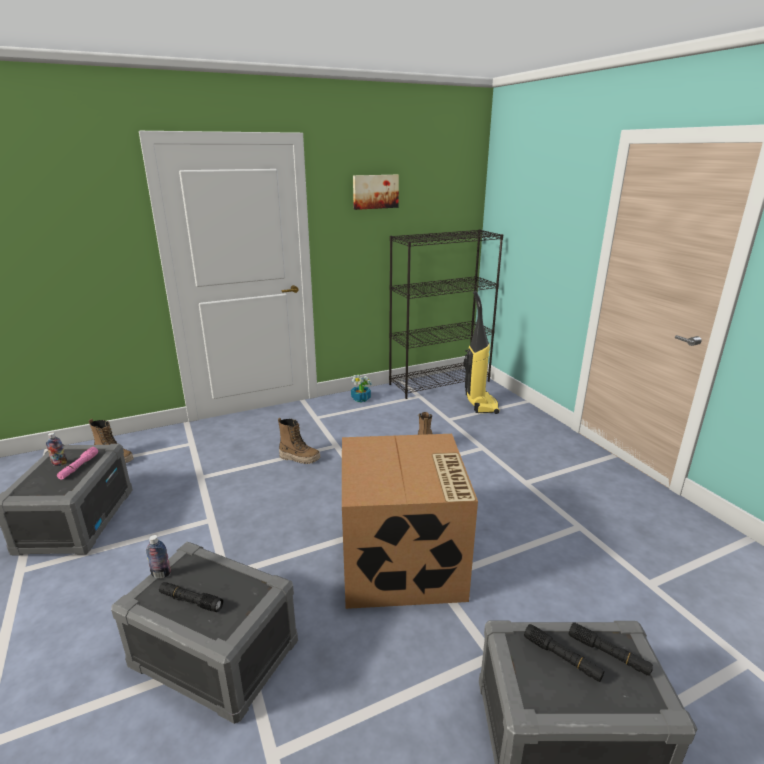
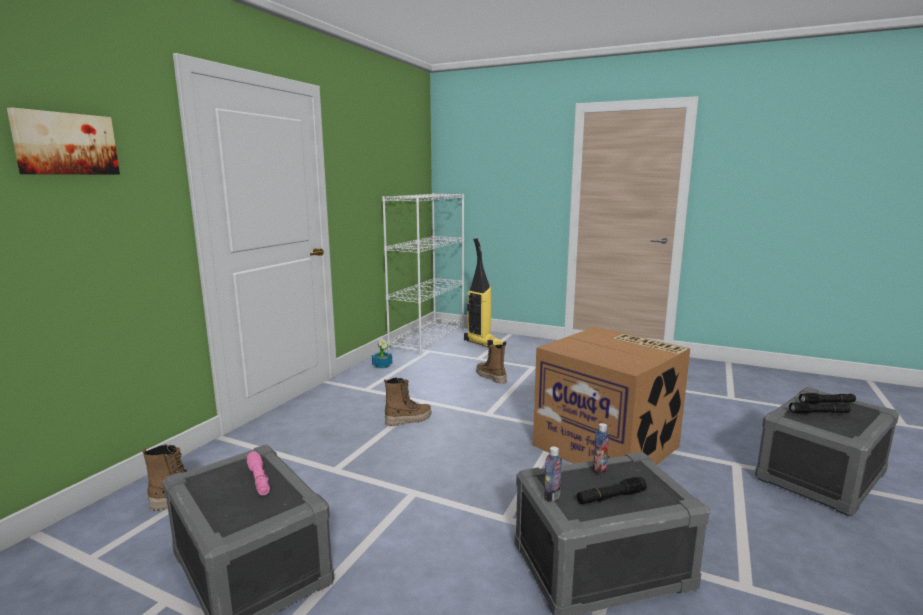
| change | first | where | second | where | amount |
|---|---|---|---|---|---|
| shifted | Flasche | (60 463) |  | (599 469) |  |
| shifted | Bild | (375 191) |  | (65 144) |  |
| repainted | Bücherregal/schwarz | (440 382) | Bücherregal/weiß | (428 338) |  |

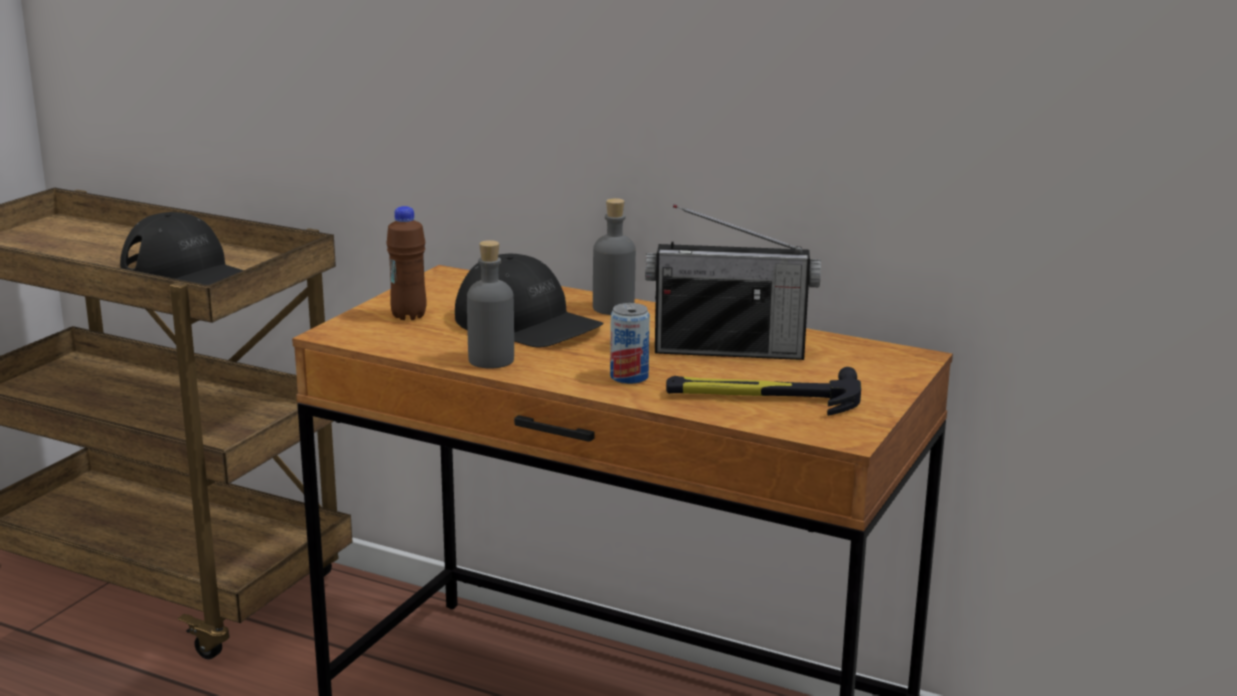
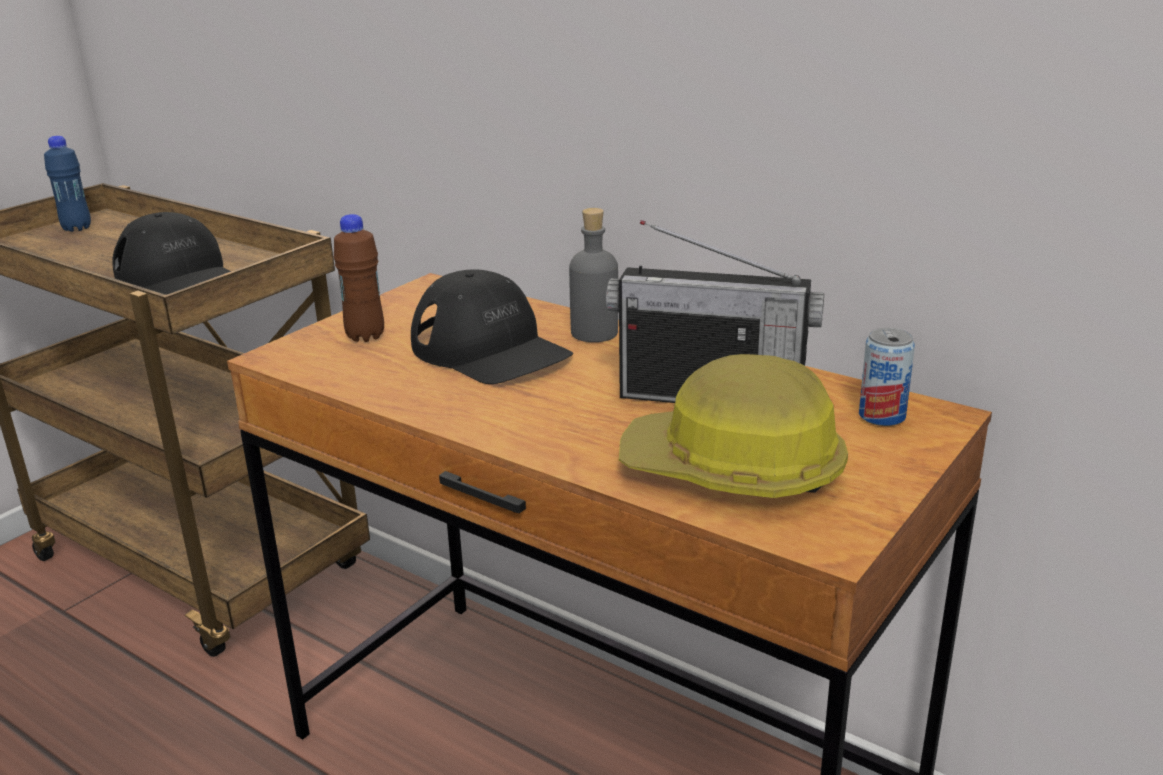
| change | first | where | second | where | amount |
|---|---|---|---|---|---|
| gone | Flasche/grau | (491 360) |  |  |  |
| shifted | Dose | (629 377) |  | (882 416) |  |
| swapped | Hammer | (762 397) | Schutzhelm | (733 470) |  |
| new |  |  | Flasche/blau | (77 228) |  |

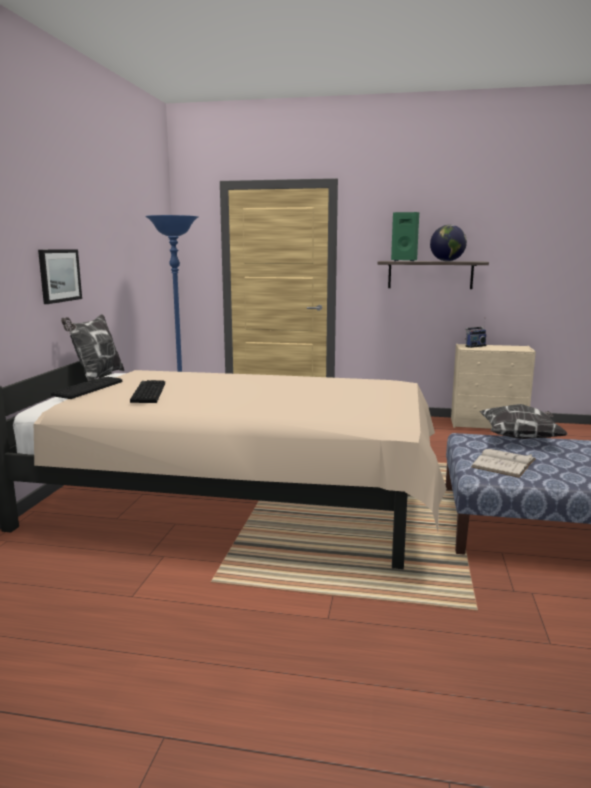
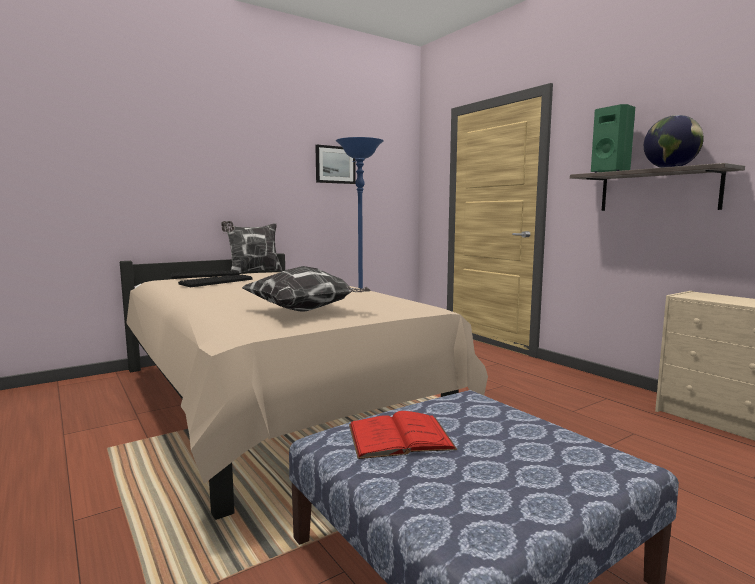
| change | first | where | second | where | amount |
|---|---|---|---|---|---|
| shifted | Bild | (59 275) |  | (335 165) |  |
| gone | Radio | (474 346) |  |  |  |
| repainted | Buch/weiß | (503 463) | Buch/rot | (400 437) |  |
| shifted | Kissen | (520 438) |  | (306 311) |  |

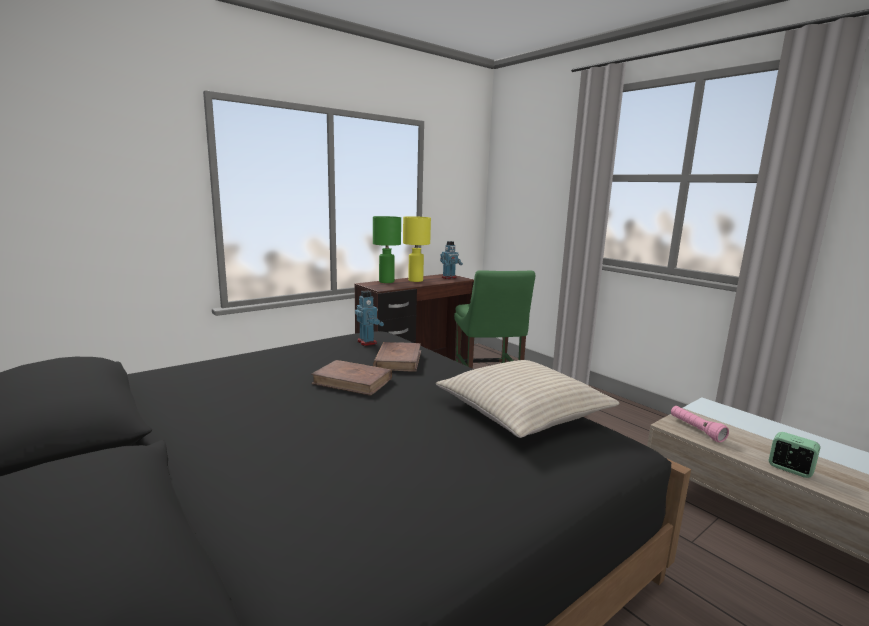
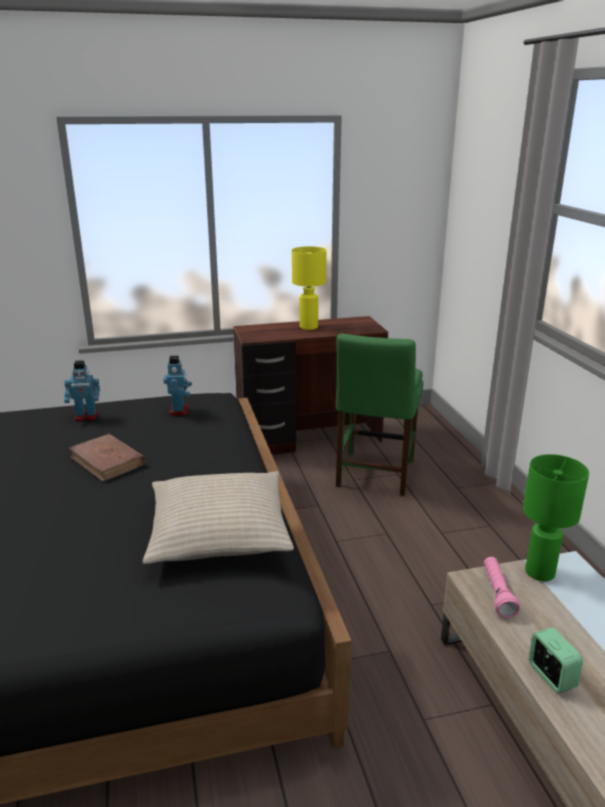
| change | first | where | second | where | amount |
|---|---|---|---|---|---|
| shifted | Tischlampe/grün | (386 282) |  | (540 573) |  |
| gone | Buch/braun | (398 360) |  |  |  |
| shifted | Spielzeugroboter | (449 278) |  | (86 417) |  |

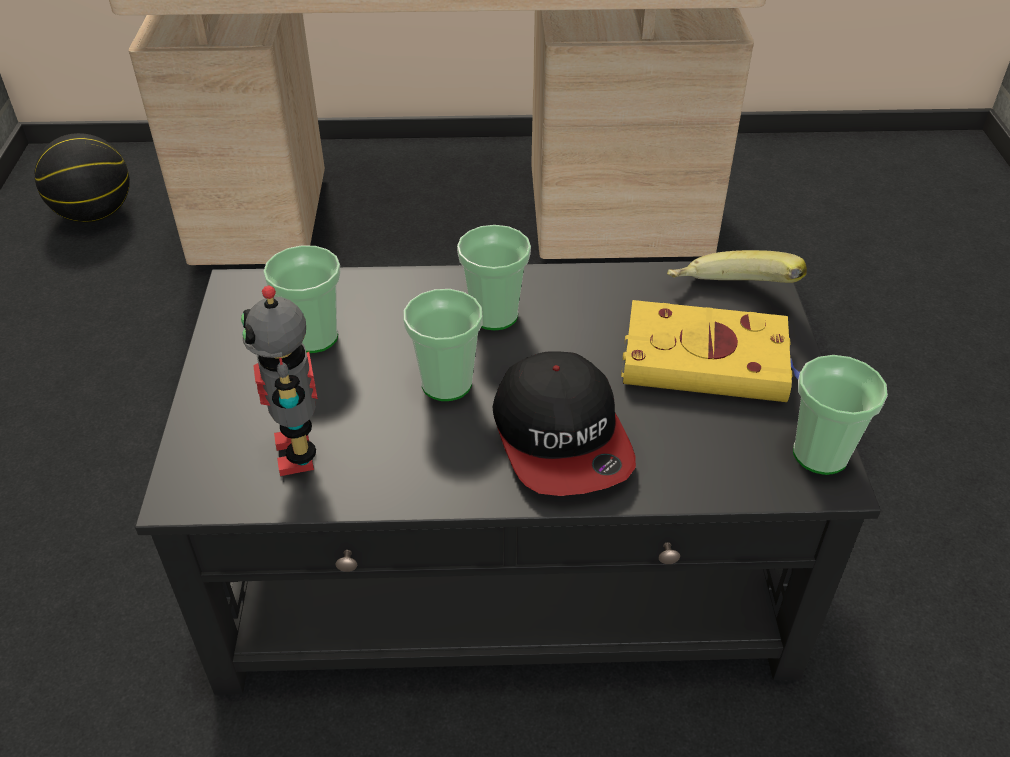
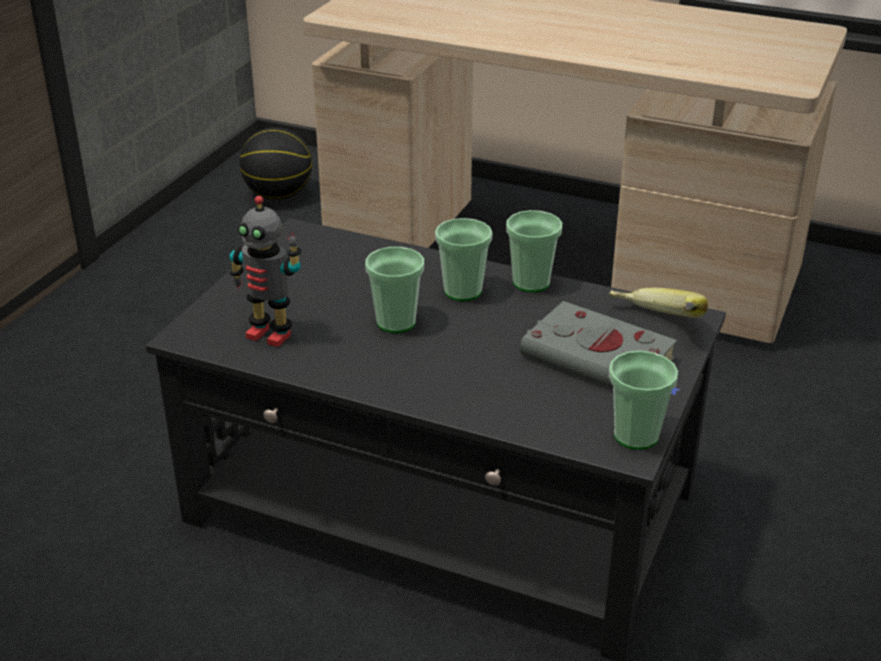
| change | first | where | second | where | amount |
|---|---|---|---|---|---|
| rotated | Spielzeugroboter | (300 453) |  | (270 334) | 75 degrees counterclockwise |
| shifted | Tasse | (313 337) |  | (531 282) |  |
| gone | Kappe | (562 437) |  |  |  |
| repainted | Buch/gelb | (710 361) | Buch/grau | (602 359) |  |

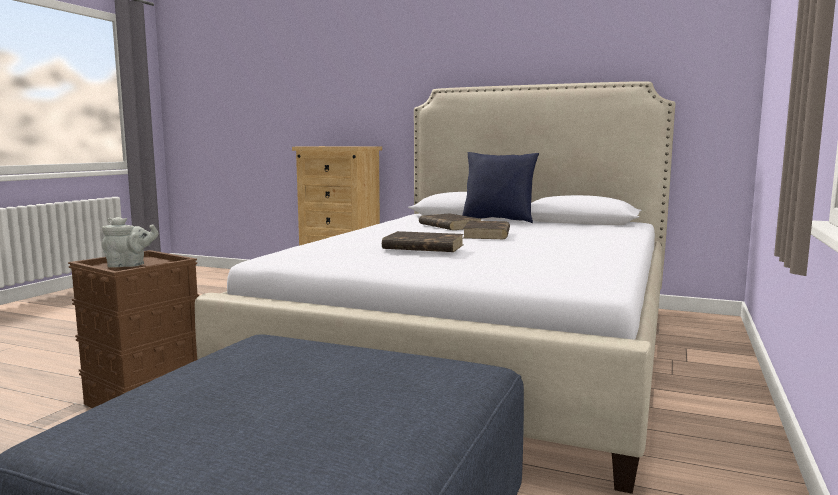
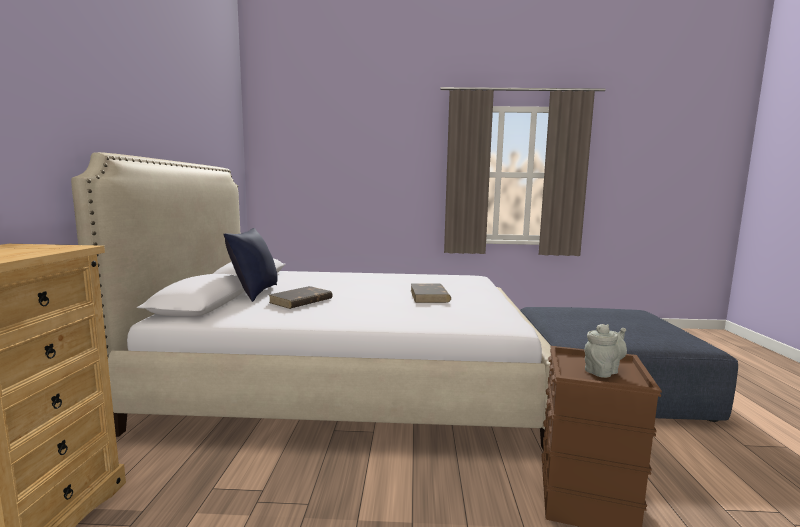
| change | first | where | second | where | amount |
|---|---|---|---|---|---|
| rotated | Teekanne/grau | (129 265) |  | (603 371) | 90 degrees clockwise |
| gone | Buch/braun | (487 234) |  |  |  |

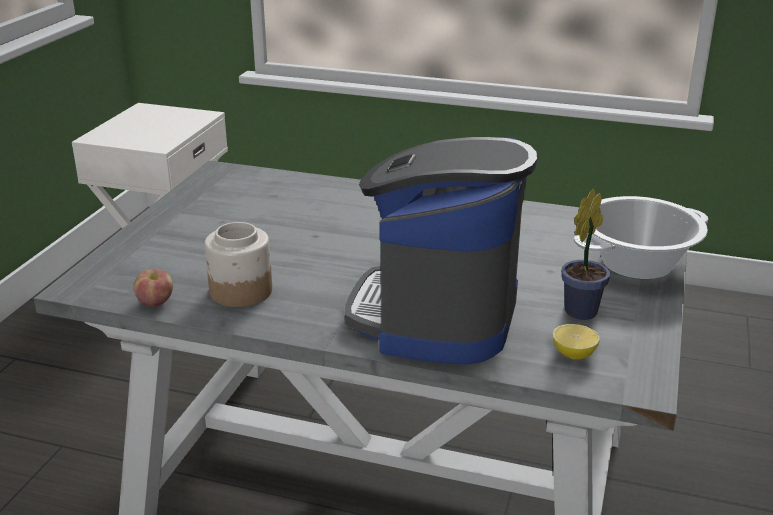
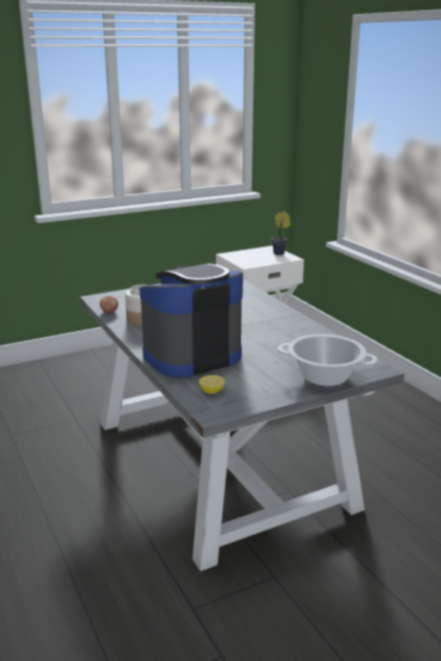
| change | first | where | second | where | amount |
|---|---|---|---|---|---|
| shifted | Topfpflanze | (583 310) |  | (280 253) |  |

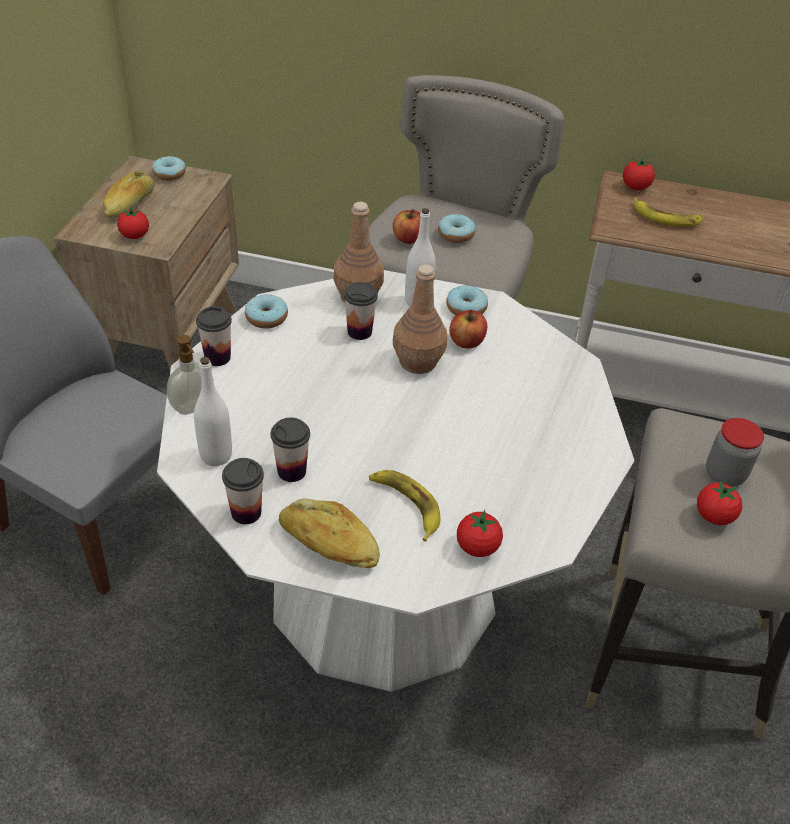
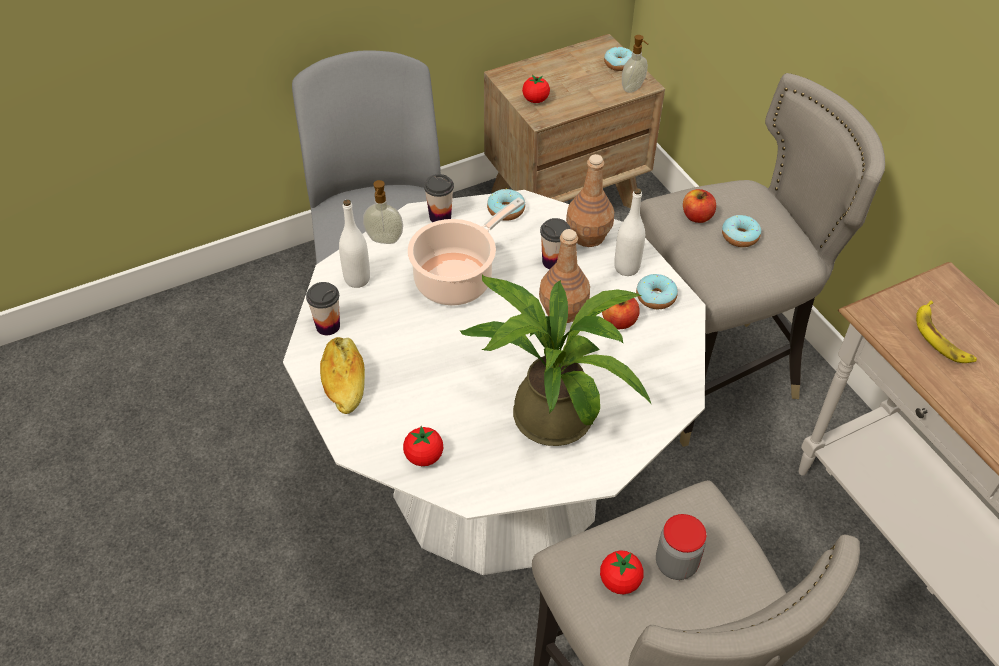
| change | first | where | second | where | amount |
|---|---|---|---|---|---|
| gone | Brot | (130 205) |  |  |  |
| gone | Tasse | (291 471) |  |  |  |
| gone | Banane | (406 505) |  |  |  |
| gone | Tomate | (635 187) |  |  |  |
| new |  |  | Kochtopf | (457 278) |  |
| new |  |  | Topfpflanze | (547 409) |  |
| new |  |  | Seifenspender | (633 88) |  |

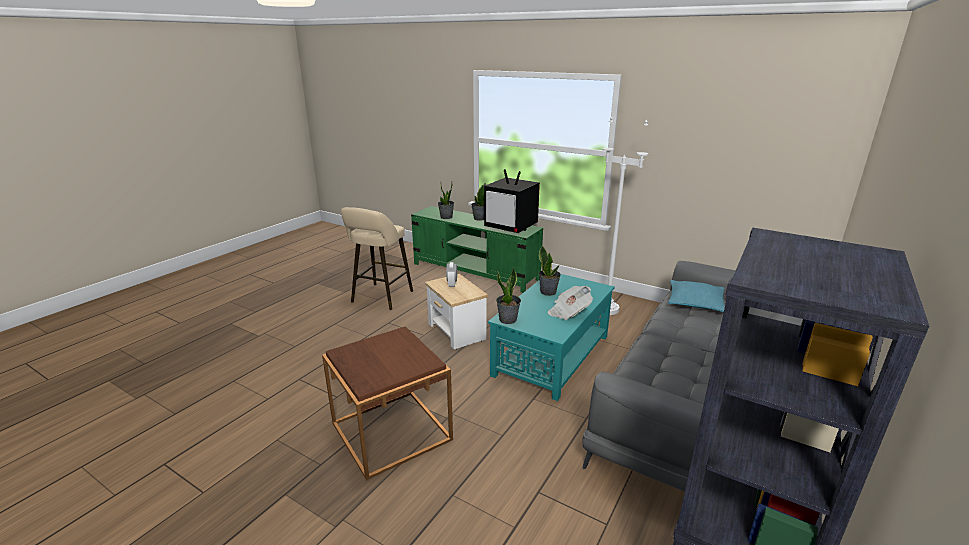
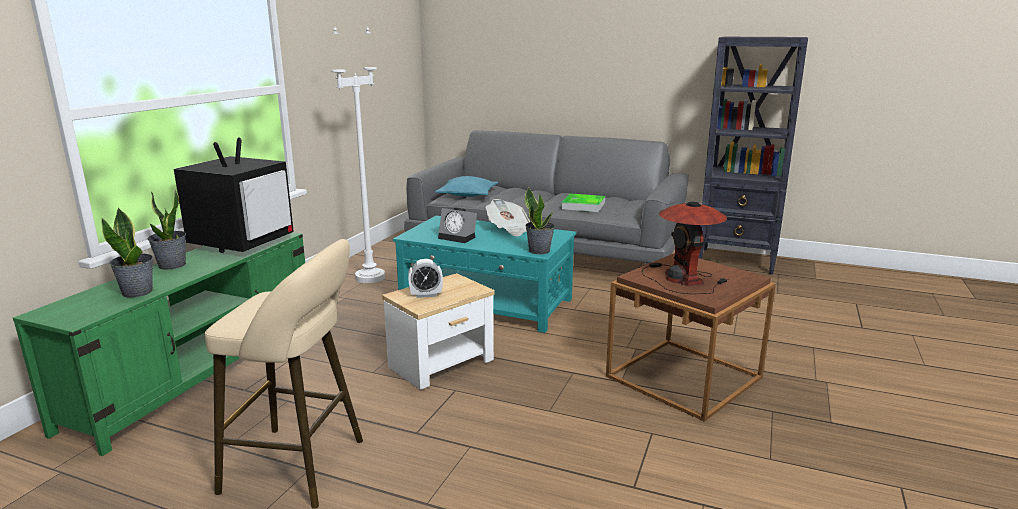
| change | first | where | second | where | amount |
|---|---|---|---|---|---|
| swapped | Topfpflanze | (548 292) | Wecker | (458 237) |  |
| new |  |  | Tablett | (583 206) |  |
| new |  |  | Tischlampe | (683 278) |  |

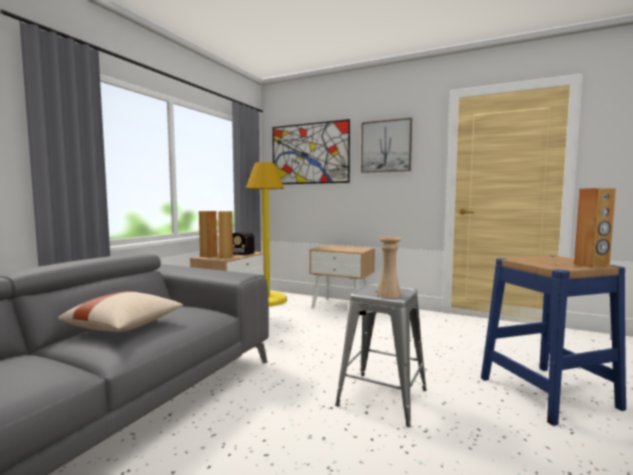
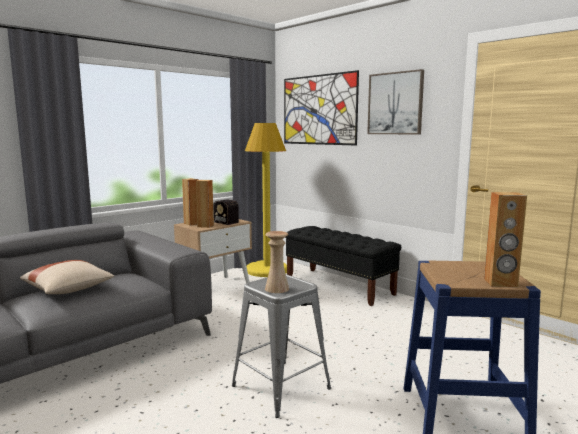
| change | first | where | second | where | amount |
|---|---|---|---|---|---|
| swapped | Nachttisch/beige | (342 306) | Bank/schwarz | (339 286) |  |

